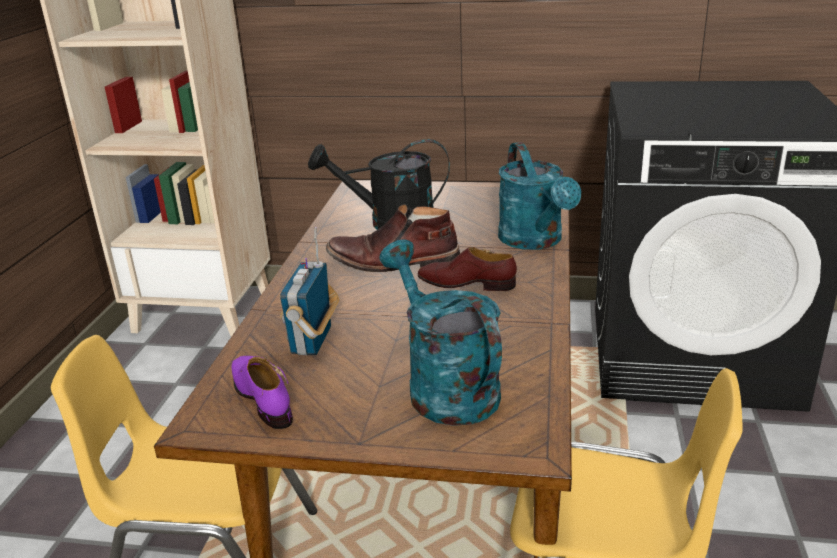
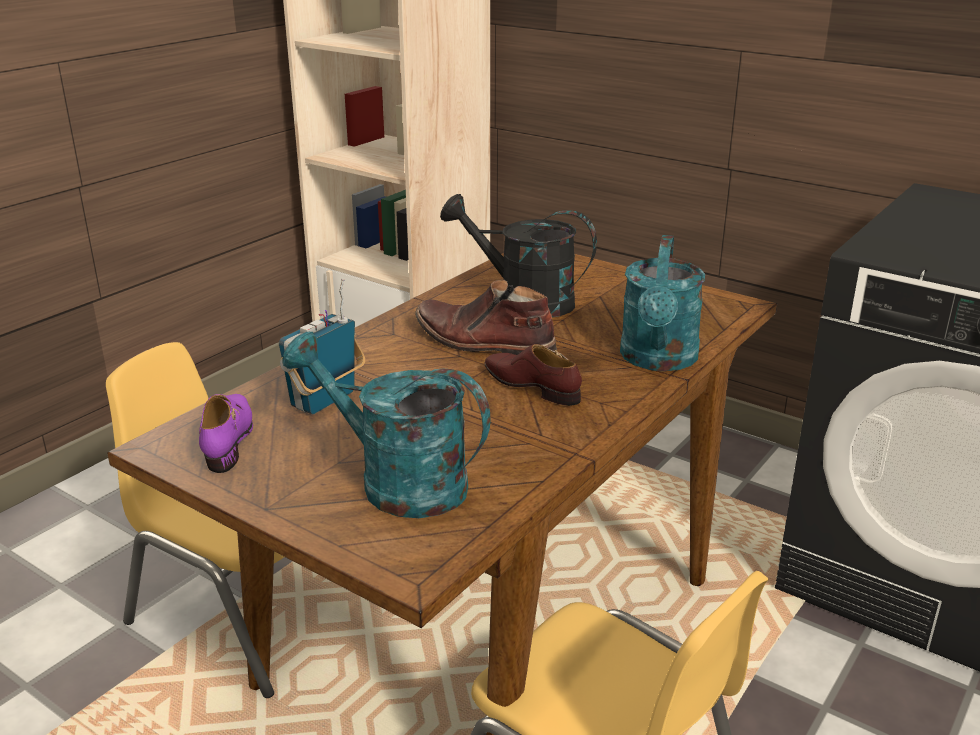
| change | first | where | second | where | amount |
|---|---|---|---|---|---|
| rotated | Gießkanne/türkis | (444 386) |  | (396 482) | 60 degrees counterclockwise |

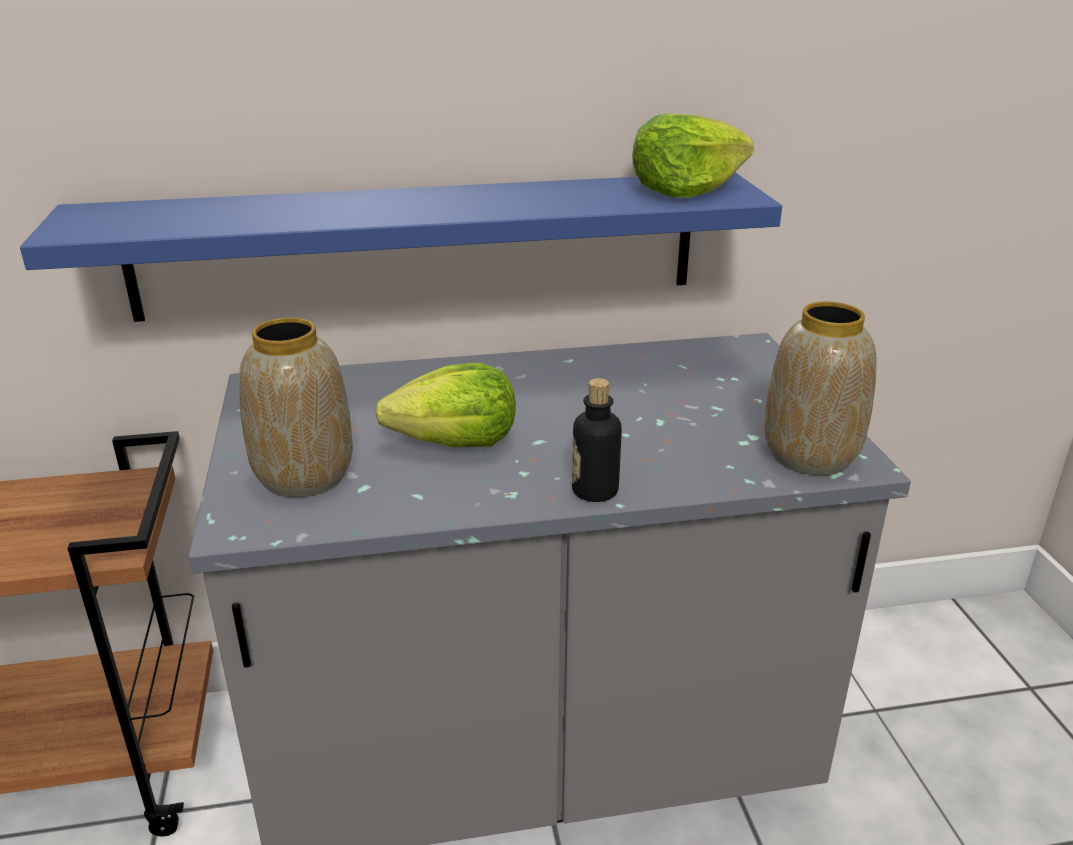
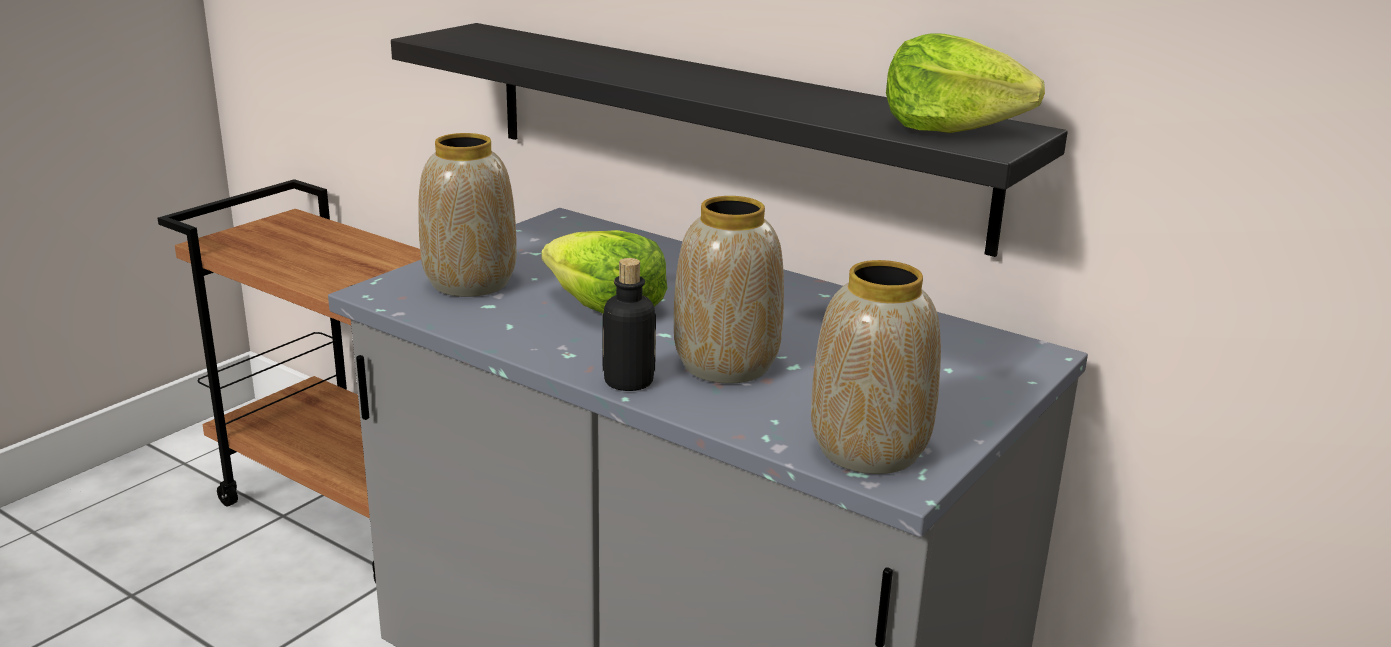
| change | first | where | second | where | amount |
|---|---|---|---|---|---|
| repainted | Wandregal/blau | (418 245) | Wandregal/schwarz | (726 130) |  |
| new |  |  | Vase | (728 365) |  |

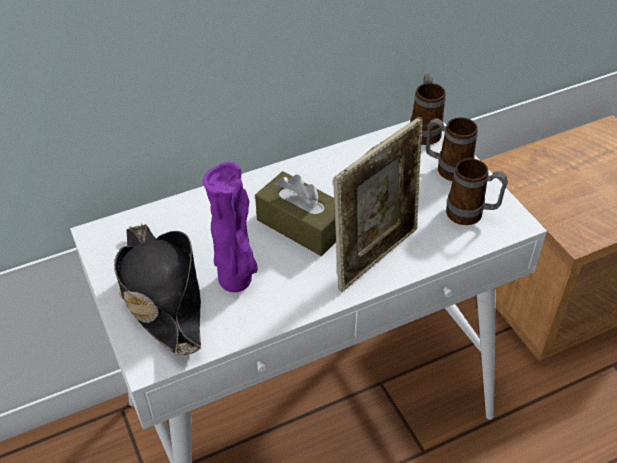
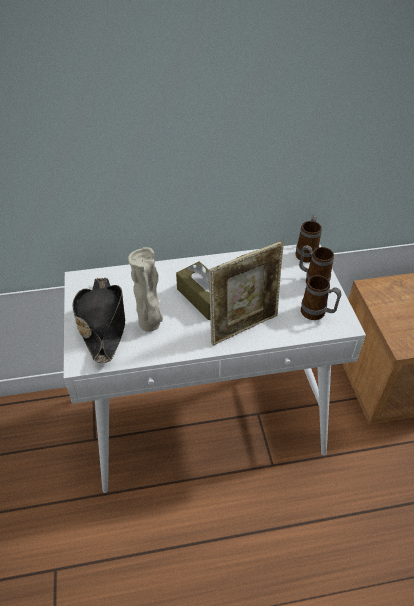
| change | first | where | second | where | amount |
|---|---|---|---|---|---|
| repainted | Vase/lila | (237 281) | Vase/beige | (150 324) |  |

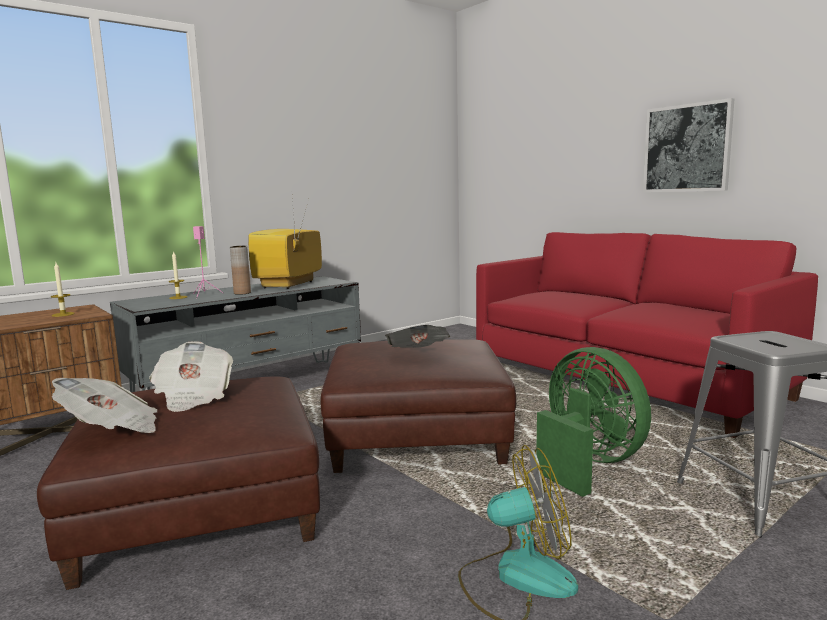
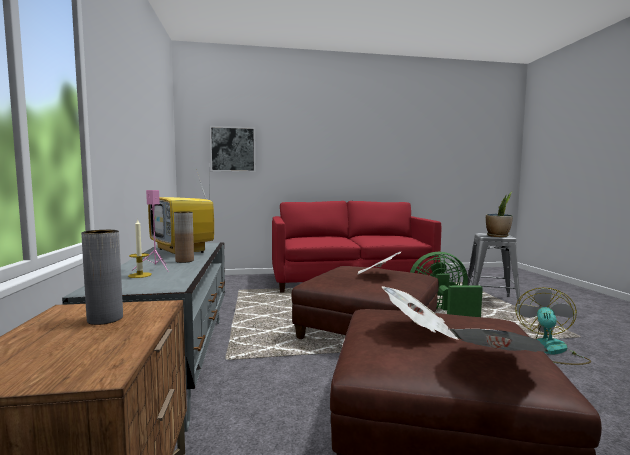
| change | first | where | second | where | amount |
|---|---|---|---|---|---|
| swapped | Kerze | (63 314) | Vase/grau | (105 319) |  |
| shifted | Bild | (687 148) |  | (233 149) |  |
| new |  |  | Topfpflanze | (498 236) |  |

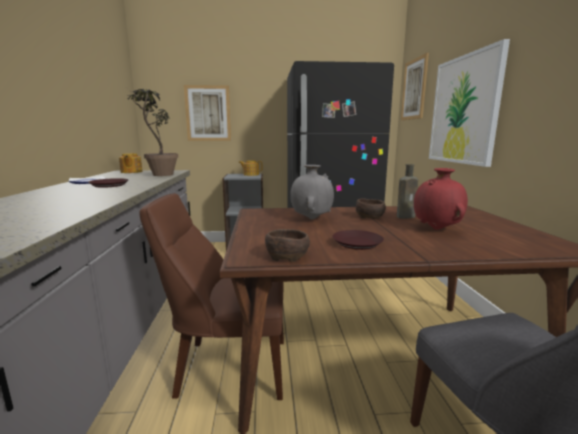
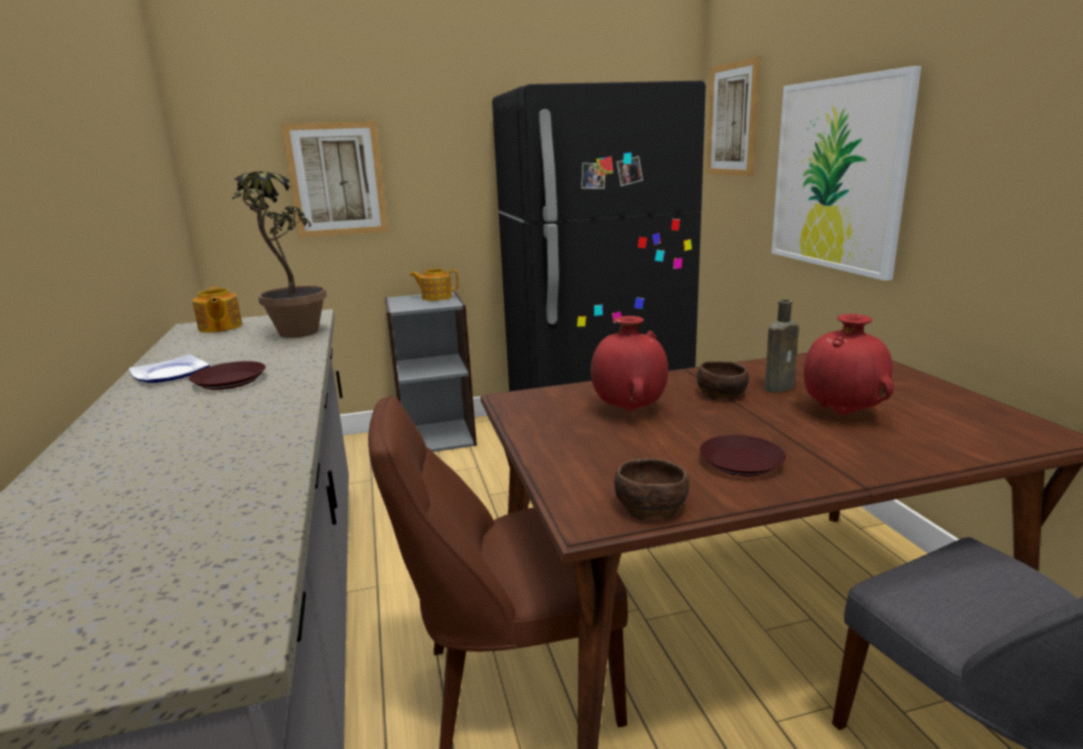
| change | first | where | second | where | amount |
|---|---|---|---|---|---|
| repainted | Vase/grau | (311 219) | Vase/rot | (628 410) |  |

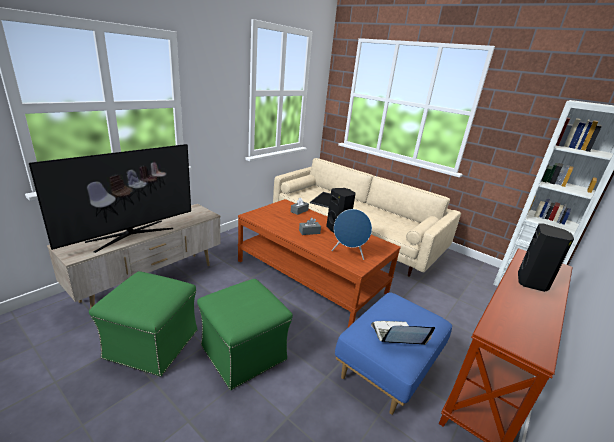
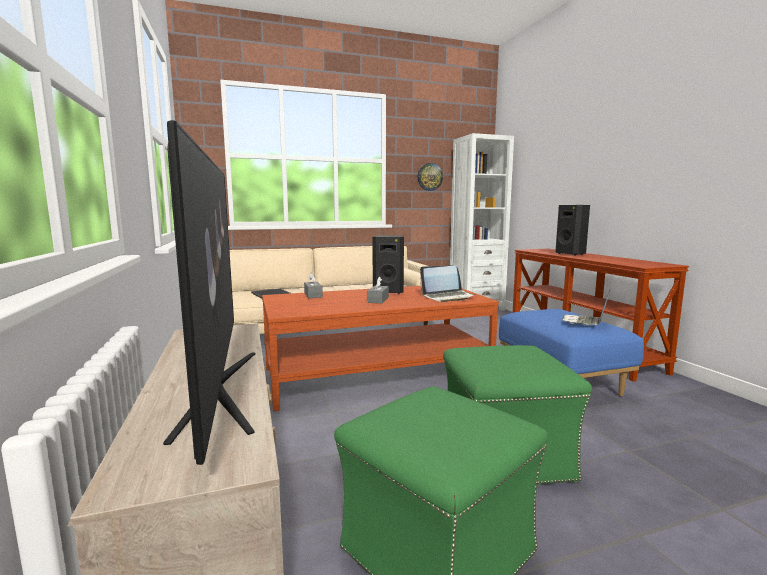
| change | first | where | second | where | amount |
|---|---|---|---|---|---|
| swapped | Lautsprecher/blau | (348 253) | Laptop | (448 297) |  |
| new |  |  | Wanduhr | (429 177) |  |

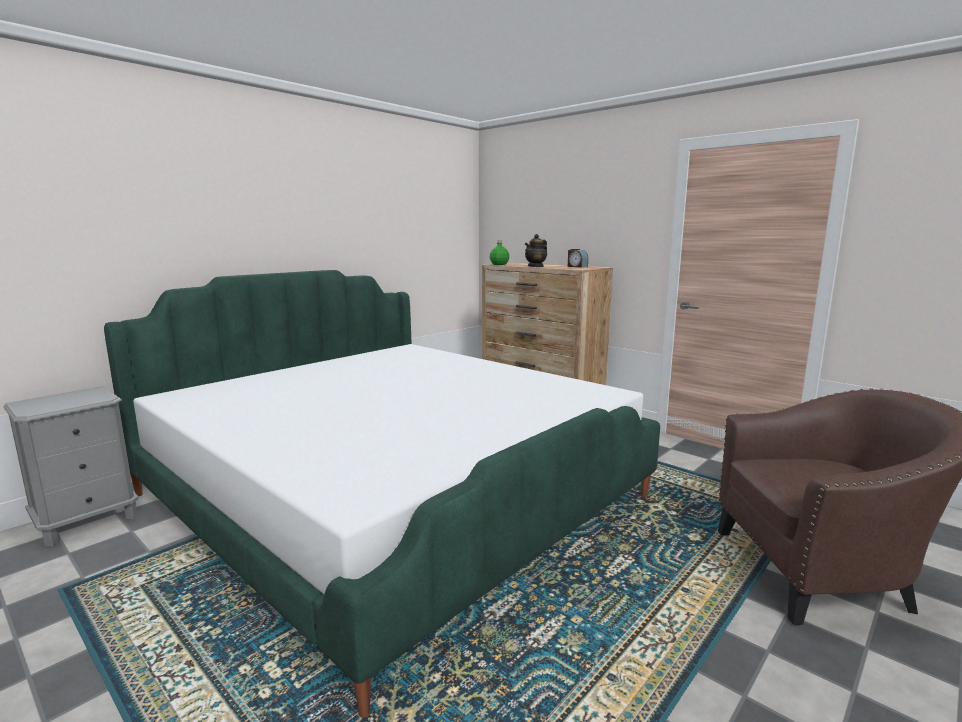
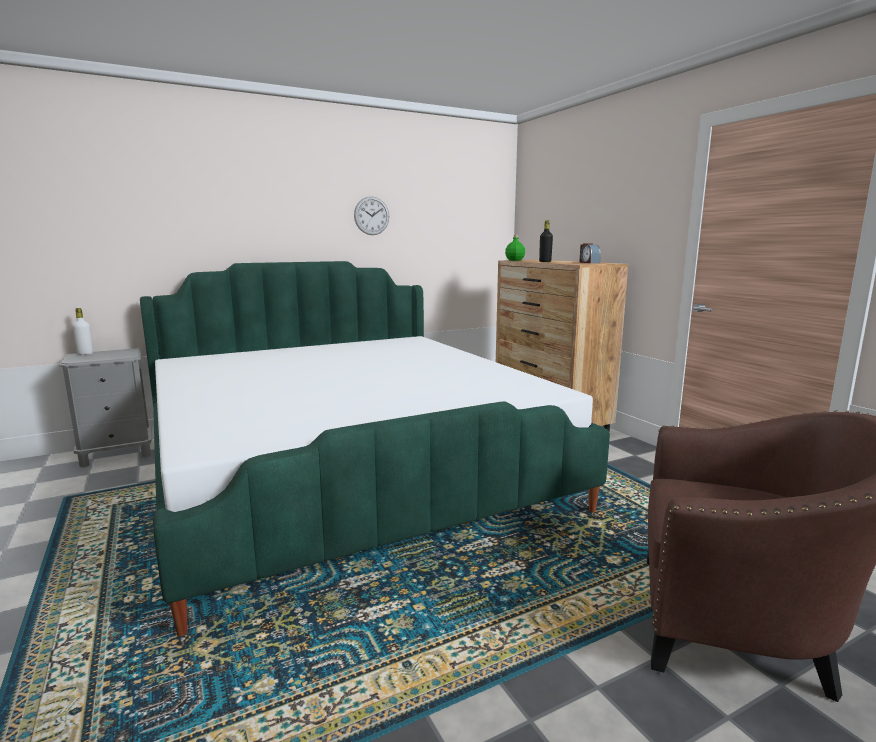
| change | first | where | second | where | amount |
|---|---|---|---|---|---|
| swapped | Teekanne | (536 266) | Flasche/schwarz | (545 262) |  |
| new |  |  | Flasche/weiß | (85 354) |  |
| new |  |  | Wanduhr | (371 216) |  |

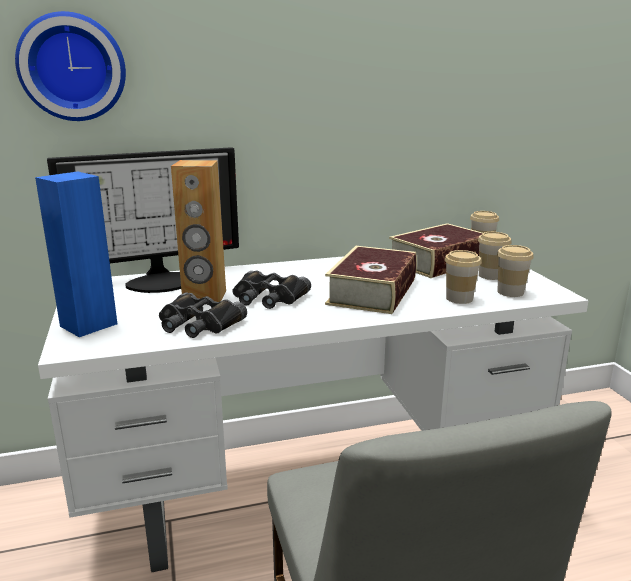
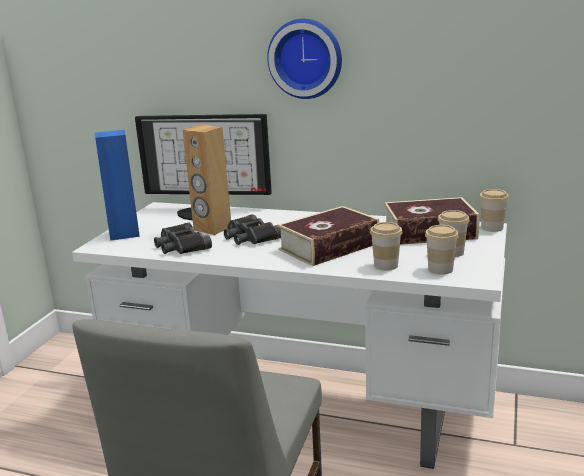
| change | first | where | second | where | amount |
|---|---|---|---|---|---|
| shifted | Wanduhr | (72 67) |  | (306 58) |  |

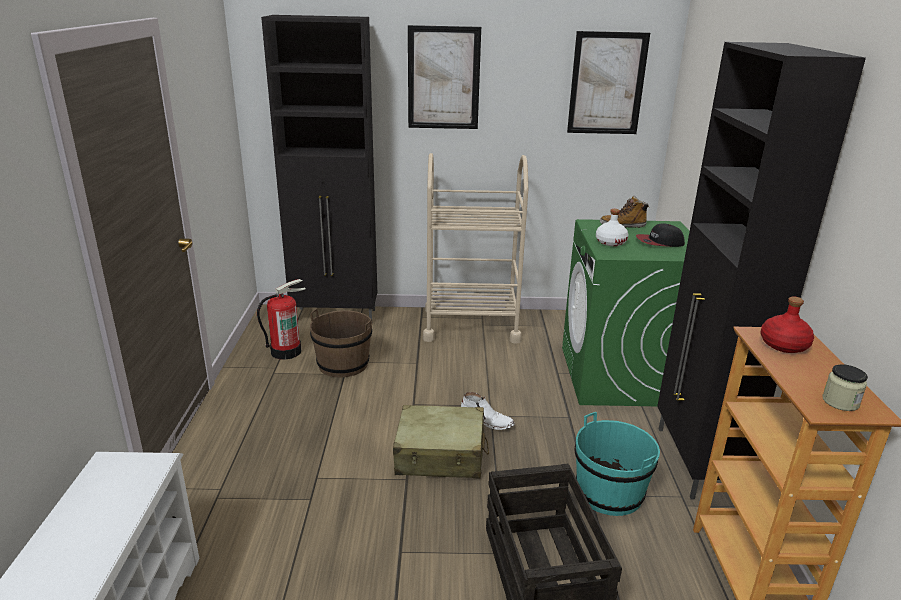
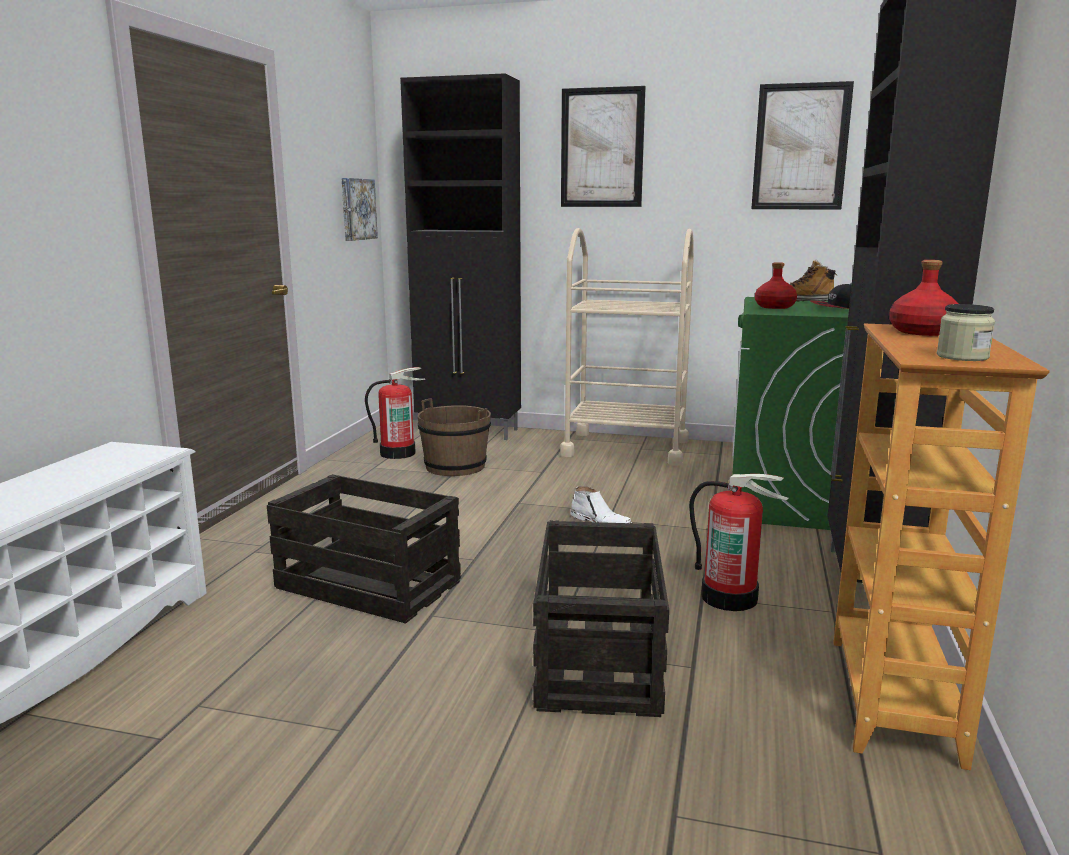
| change | first | where | second | where | amount |
|---|---|---|---|---|---|
| gone | Koffer/beige | (440 455) |  |  |  |
| swapped | Eimer/türkis | (609 493) | Feuerlöscher | (730 597) |  |
| repainted | Flasche/weiß | (610 242) | Flasche/rot | (774 307) |  |
| new |  |  | Kiste | (370 585) |  |
| new |  |  | Bild | (357 209) |  |

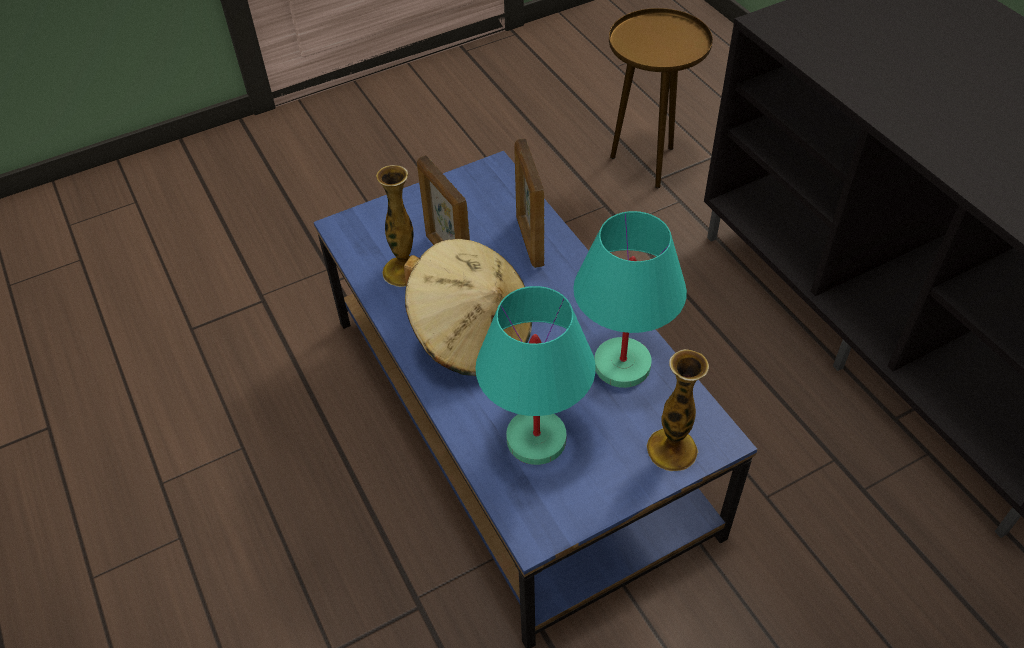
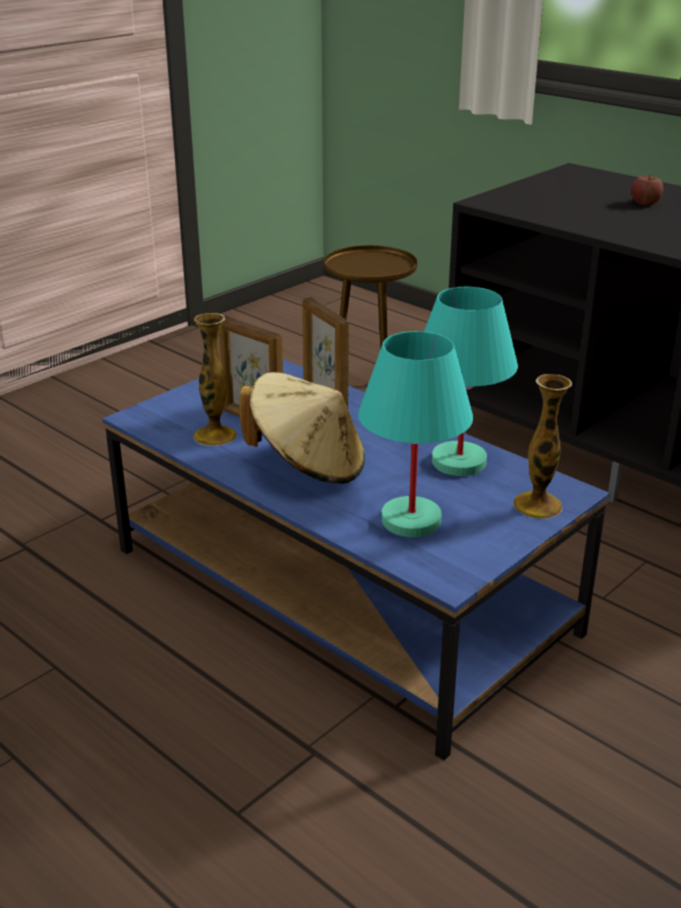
| change | first | where | second | where | amount |
|---|---|---|---|---|---|
| new |  |  | Apfel | (645 203) |  |

